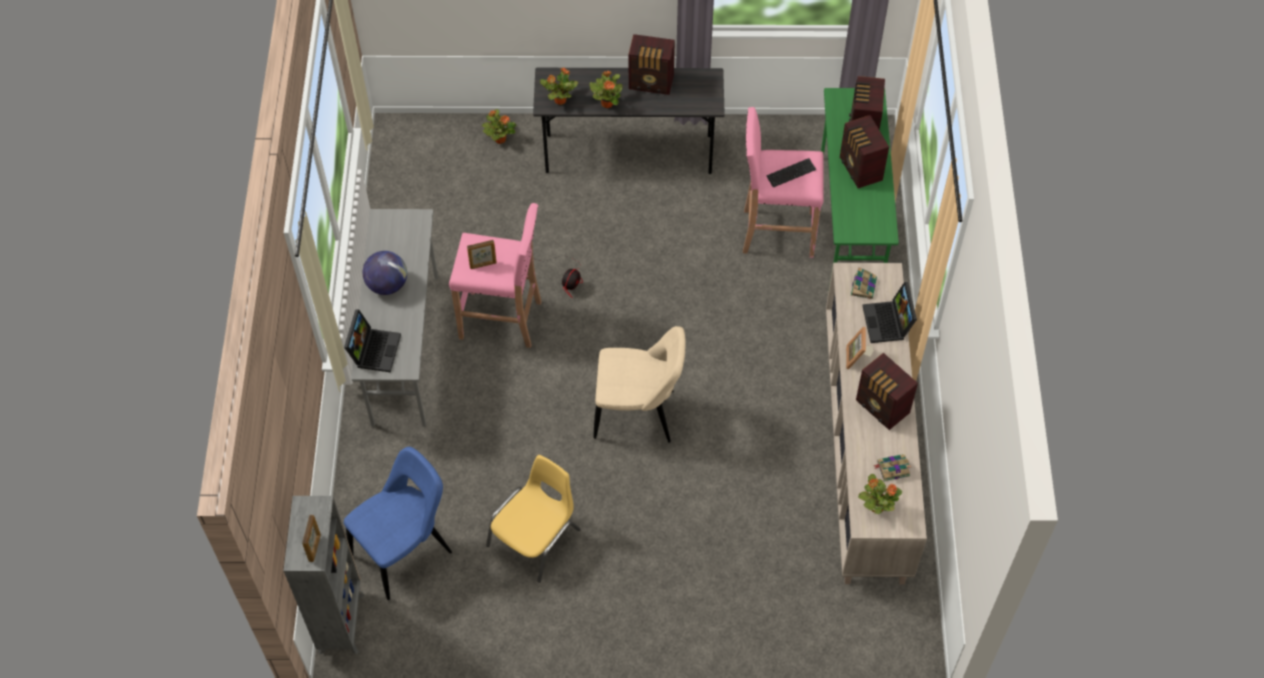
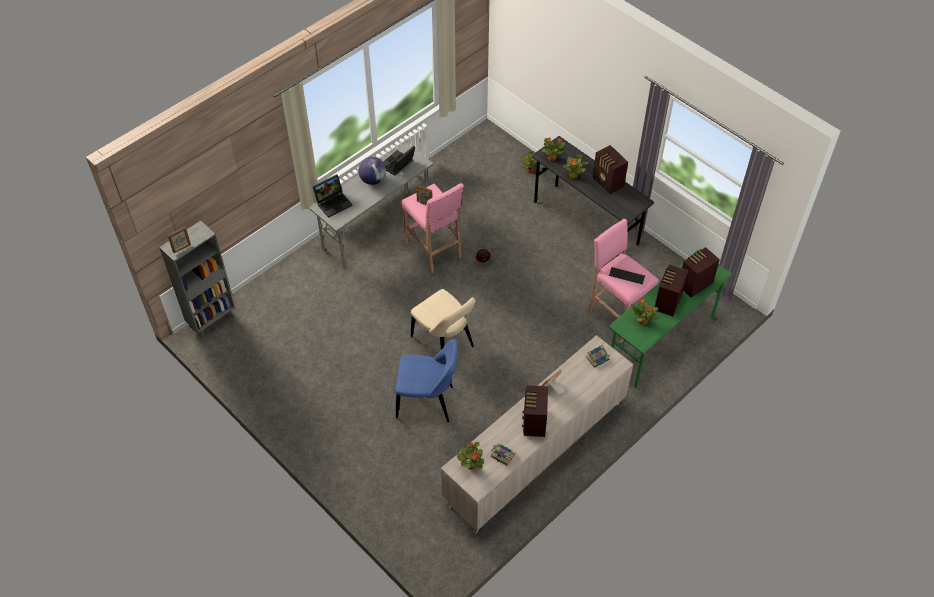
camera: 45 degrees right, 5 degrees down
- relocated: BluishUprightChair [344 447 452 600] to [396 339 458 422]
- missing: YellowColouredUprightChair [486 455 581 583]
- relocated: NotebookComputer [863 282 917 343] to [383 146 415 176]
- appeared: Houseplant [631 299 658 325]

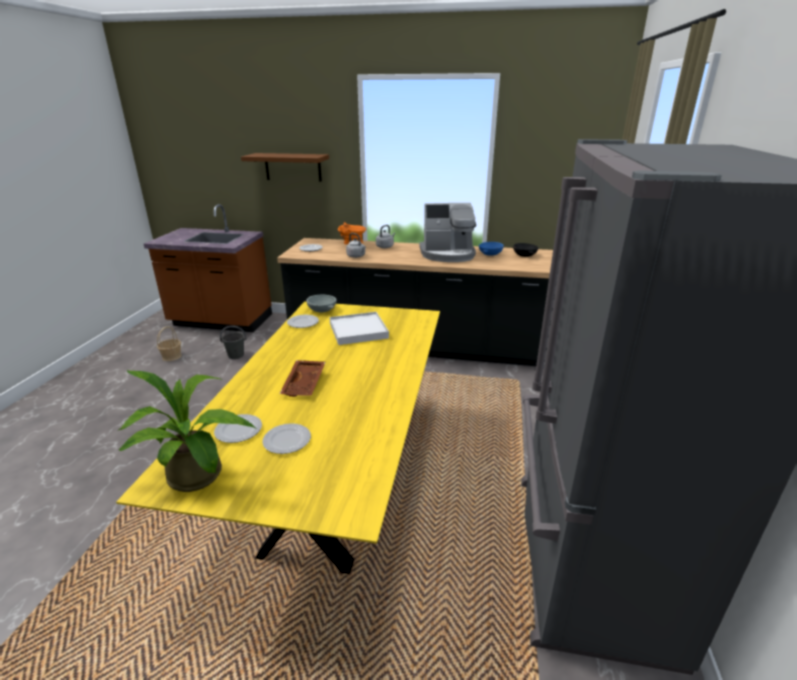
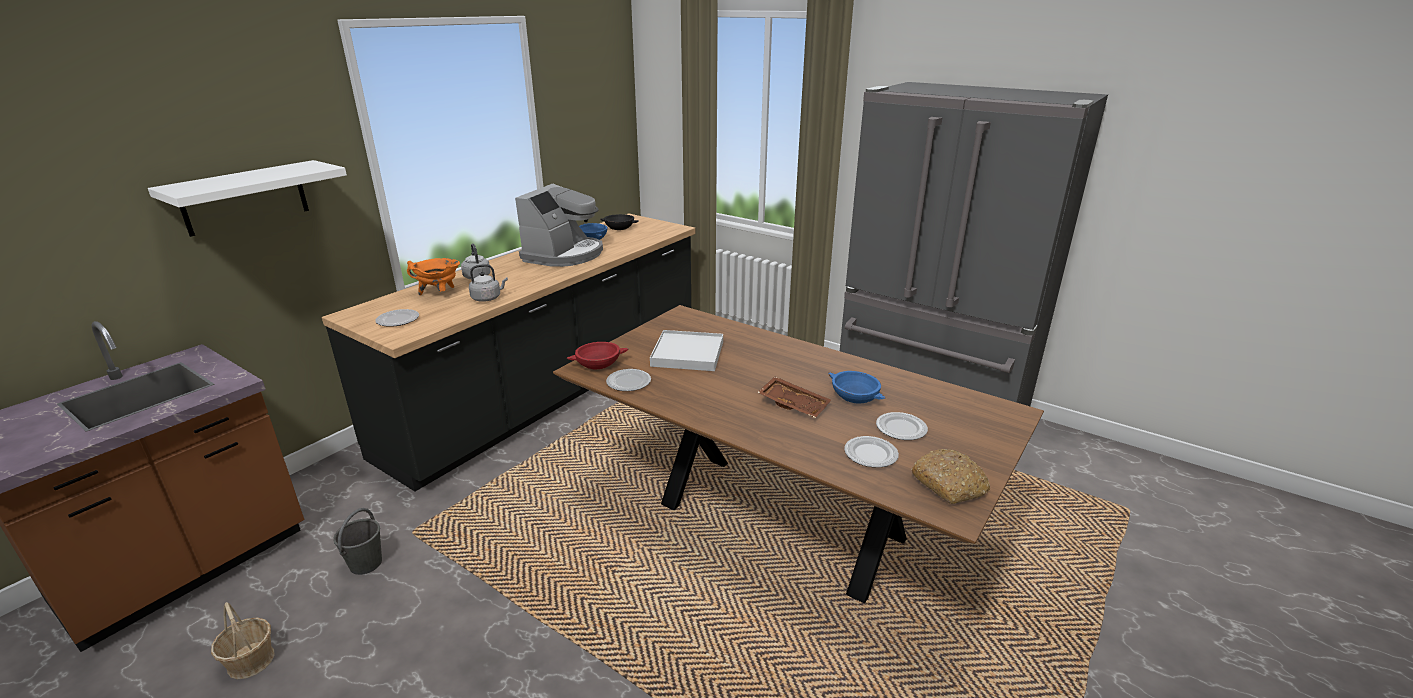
camera: 65 degrees left, 0 degrees up
- colour: YellowColouredKitchenTable [116 301 440 574] to BrownColouredKitchenTable [553 305 1044 603]
- exchanged: Houseplant [118 370 255 492] to Bread [911 449 990 504]
- colour: BrownColouredBracketShelf [241 153 329 181] to WhitishBracketShelf [148 160 347 237]
- colour: GreyishServingBowl [306 295 337 313] to RedServingBowl [567 342 628 369]
- appeared: BluishServingBowl [828 371 885 403]

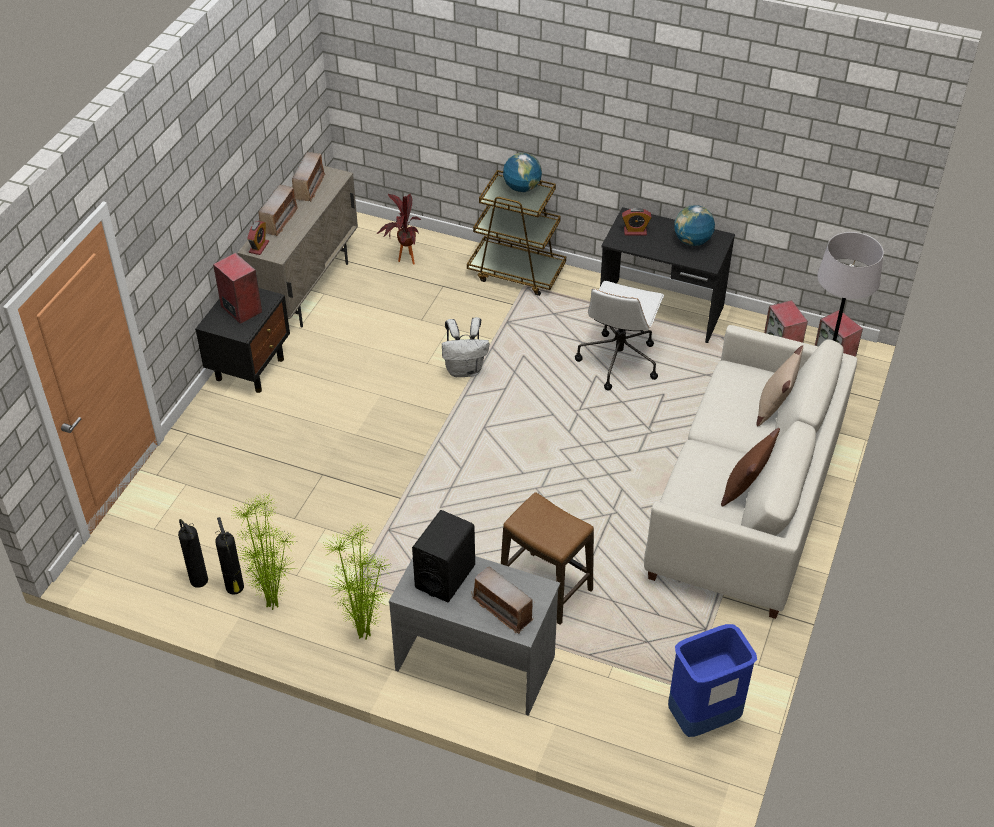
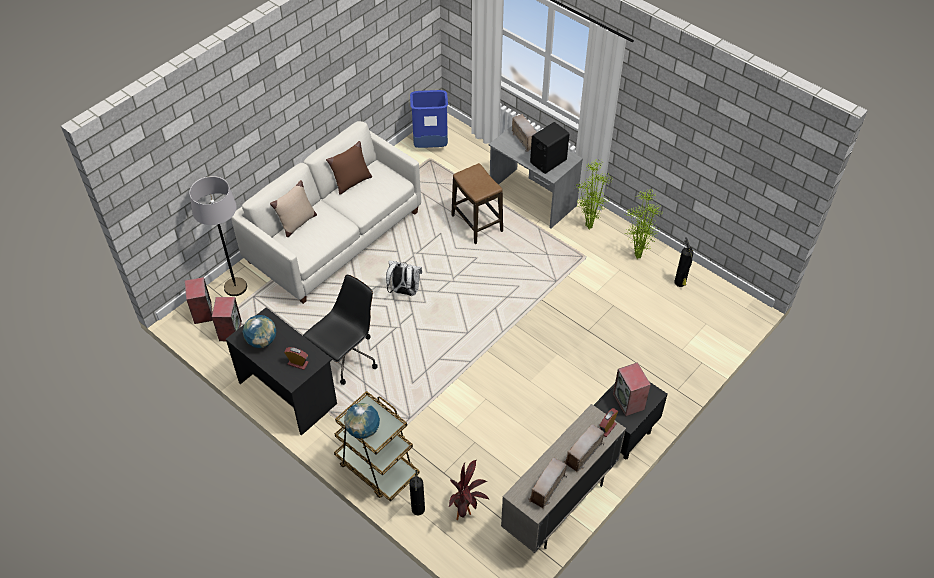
camera: 160 degrees left, 5 degrees up
- relocated: FireFightingCylinder [215 517 244 595] to [409 470 425 515]
- relocated: WhitishKnapsack [442 317 489 377] to [386 260 422 296]
- colour: WhitishComputerChair [575 281 664 391] to BlackishComputerChair [303 275 377 385]

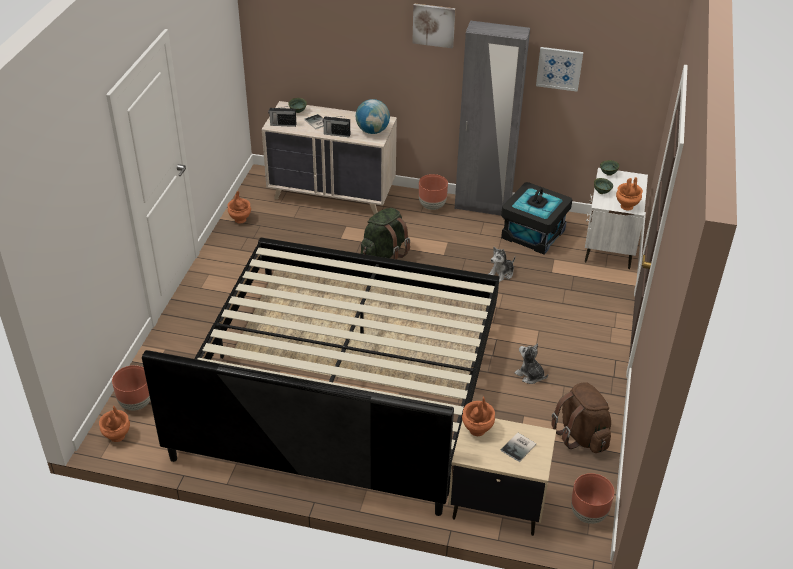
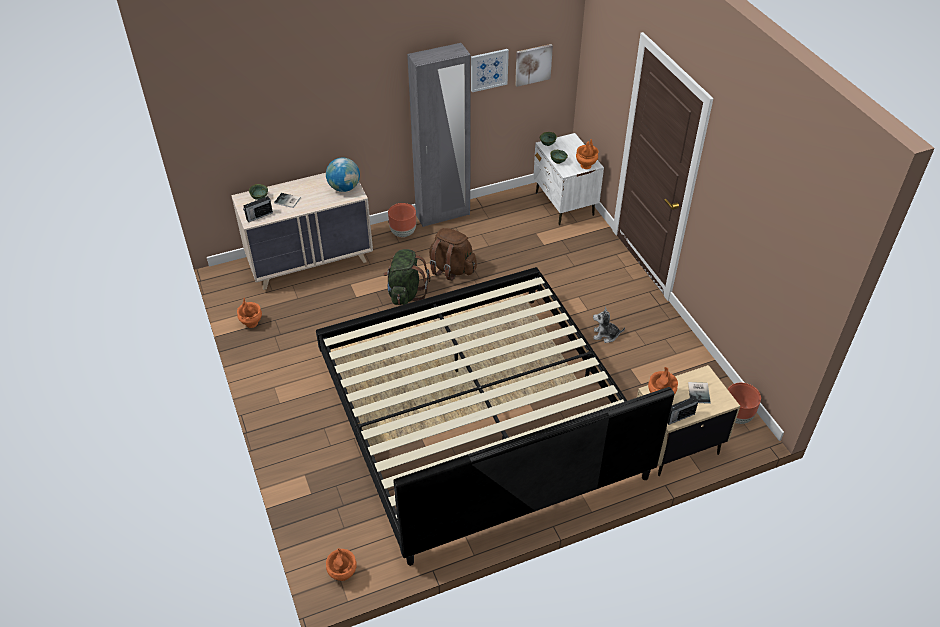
camera: 35 degrees left, 5 degrees up
- missing: BrownColouredPlanter [112 365 150 411]
- relocated: Radio [323 116 350 137] to [668 396 698 425]
- relocated: WallArt [412 3 456 49] to [515 44 553 87]
- missing: CuddlyToy [489 247 515 282]
- missing: BlackishStorageContainer [501 182 572 255]
- relocated: BrownColouredKnapsack [551 382 611 453] to [429 228 477 281]

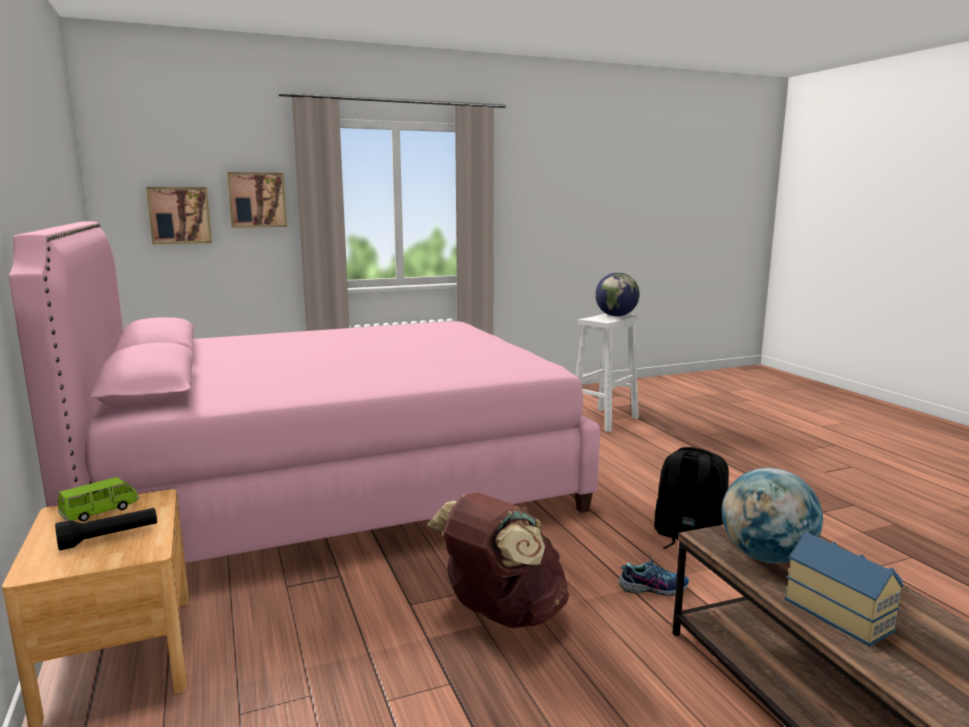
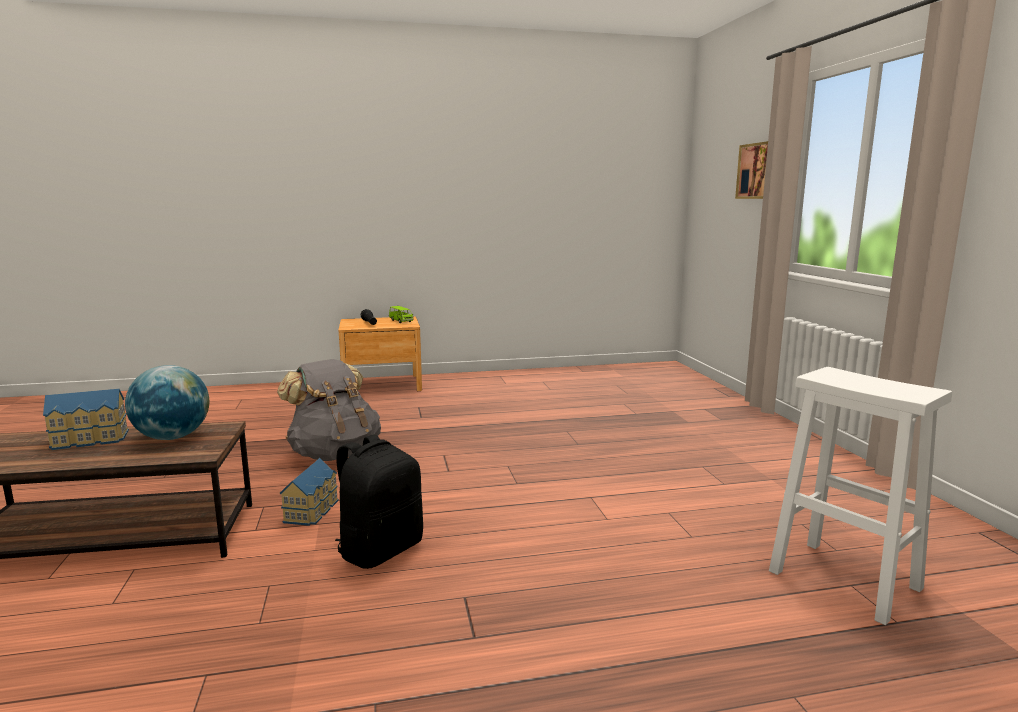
camera: 100 degrees right, 0 degrees up
- missing: PinkishBed [9 222 600 563]
- missing: WallArt [146 187 212 244]
- colour: BrownColouredKnapsack [427 492 569 628] to GreyishKnapsack [277 359 381 461]
- missing: DeskGlobe [595 273 640 316]
- exchanged: LowShoe [619 553 689 596] to ModelHouse [280 458 338 526]

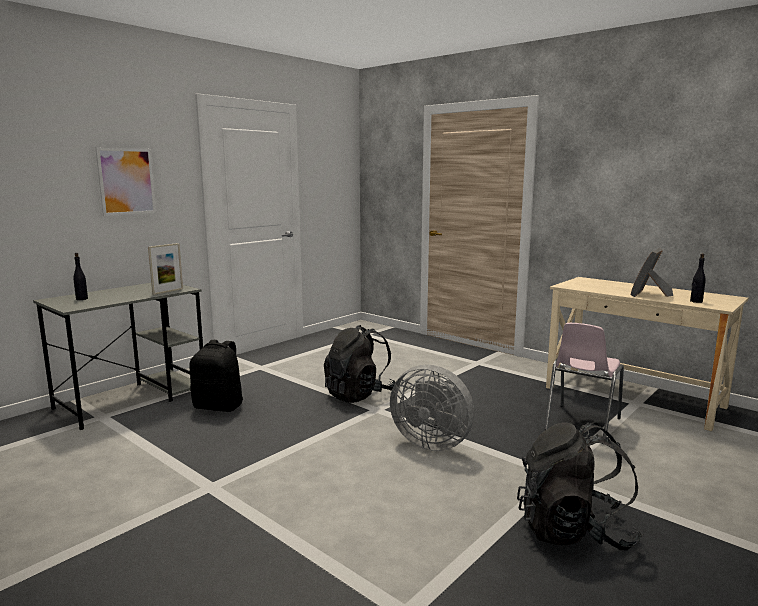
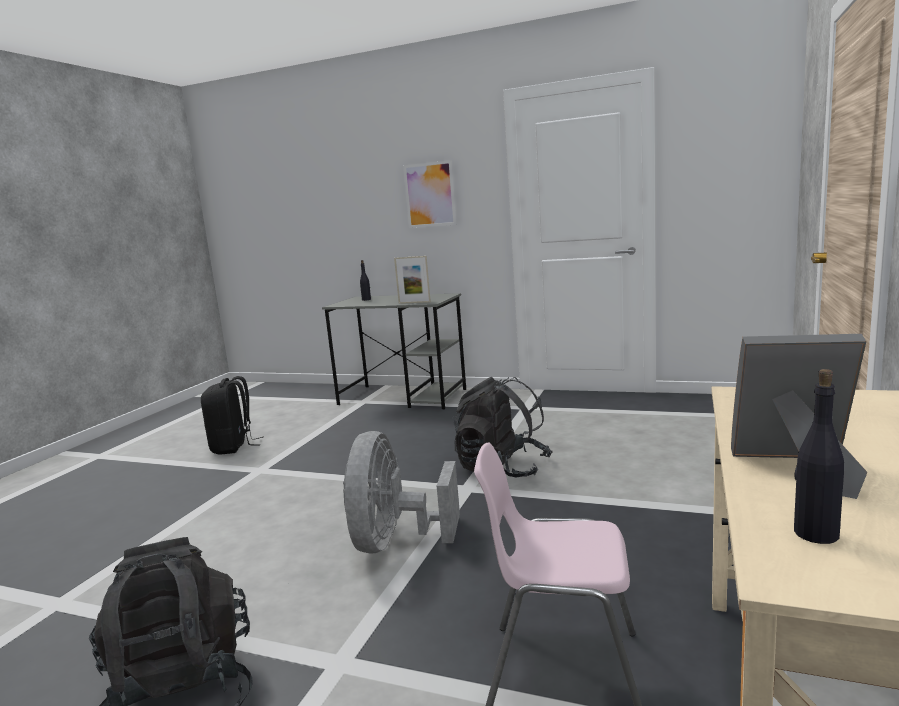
camera: 70 degrees right, 0 degrees up
- relocated: BlackishKnapsack [190 340 243 412] to [201 376 264 455]

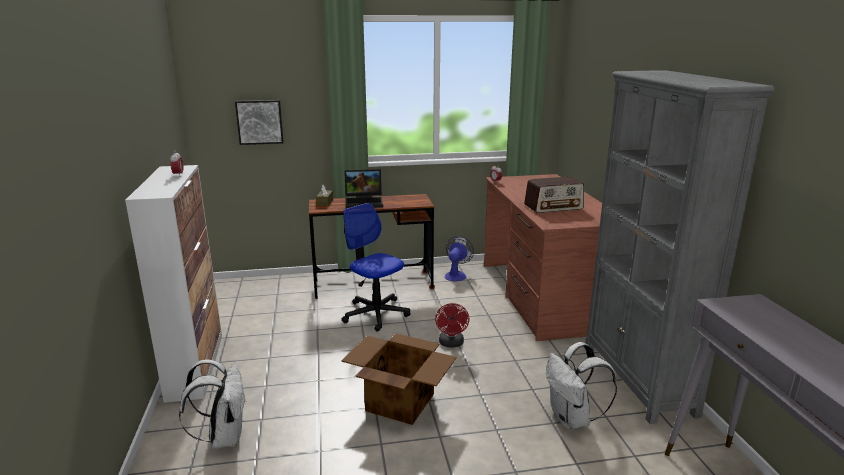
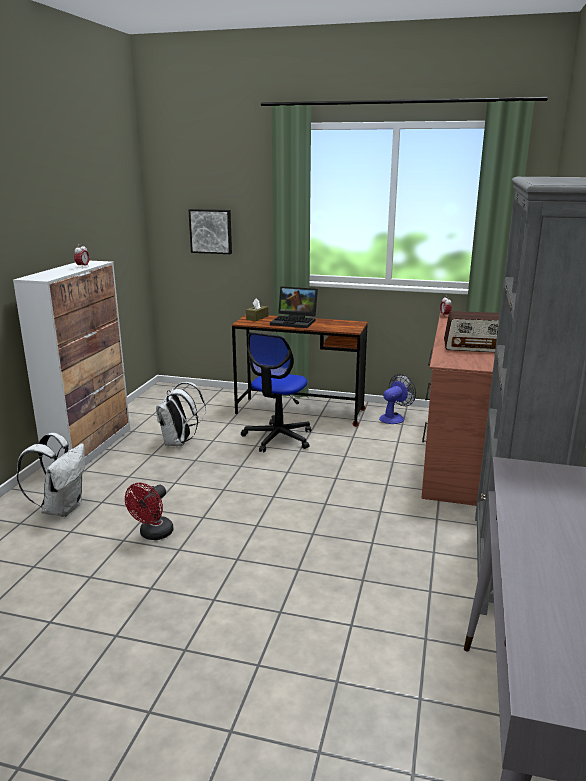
camera: 25 degrees right, 0 degrees up
- missing: PackingBox [341 334 457 425]
- spun: ComputerChair [342 203 411 332] = [241 332 311 453] 135 degrees counterclockwise
- relocated: RedElectricFan [435 303 470 348] to [125 483 173 540]
- relocated: WhitishKnapsack [546 342 617 429] to [156 382 206 446]

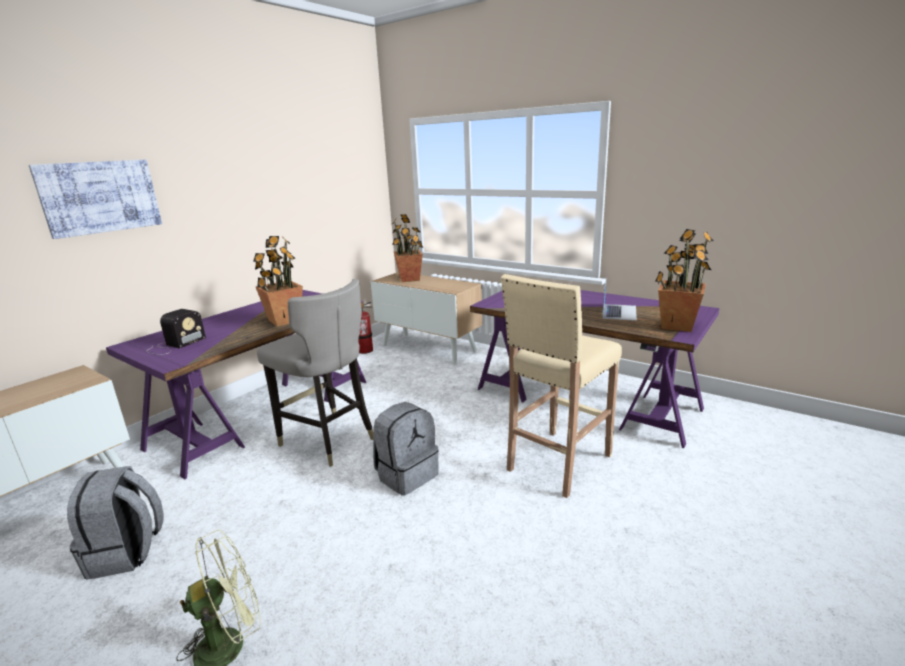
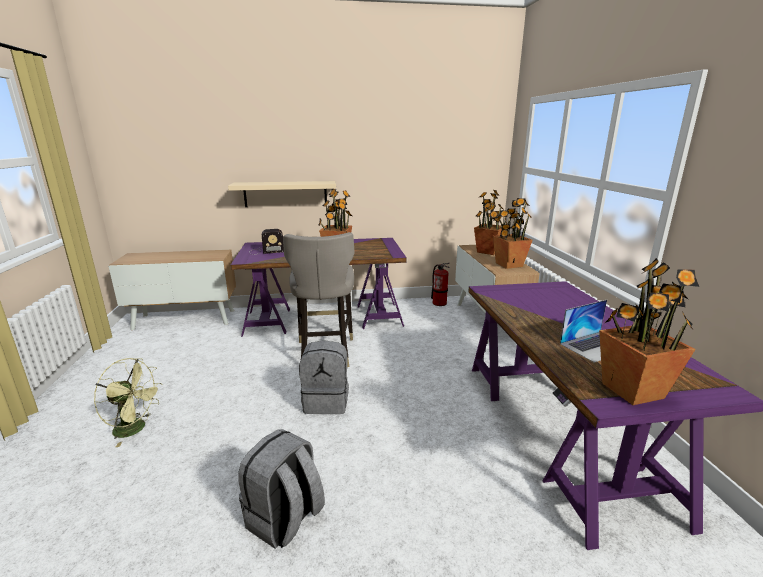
camera: 45 degrees right, 0 degrees up
- missing: WallArt [29 160 162 239]
- relocated: GreyishKnapsack [67 466 164 580] to [238 429 325 549]
- missing: SandColouredSittingStool [501 274 622 498]
- appeared: SandColouredBracketShelf [228 181 336 207]
- appeared: Houseplant [493 198 533 269]

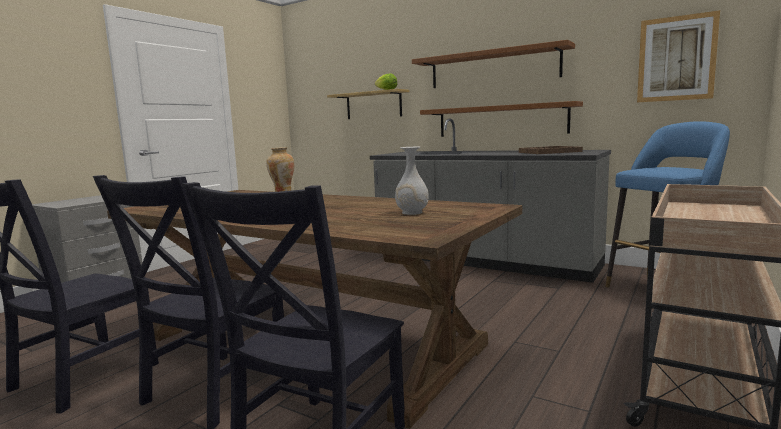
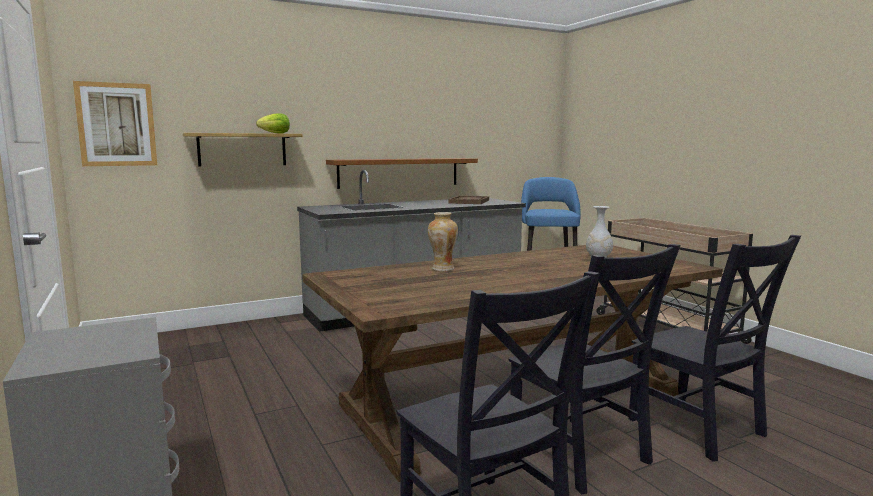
camera: 60 degrees left, 0 degrees up
- missing: BrownColouredBracketShelf [412 40 575 88]
- relocated: WallArt [637 10 720 102] to [73 81 157 166]

